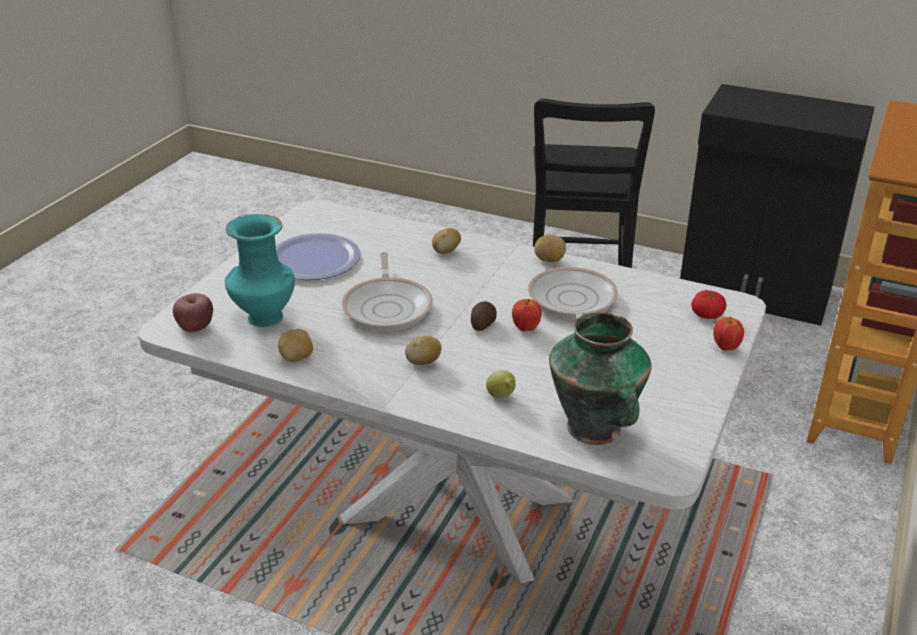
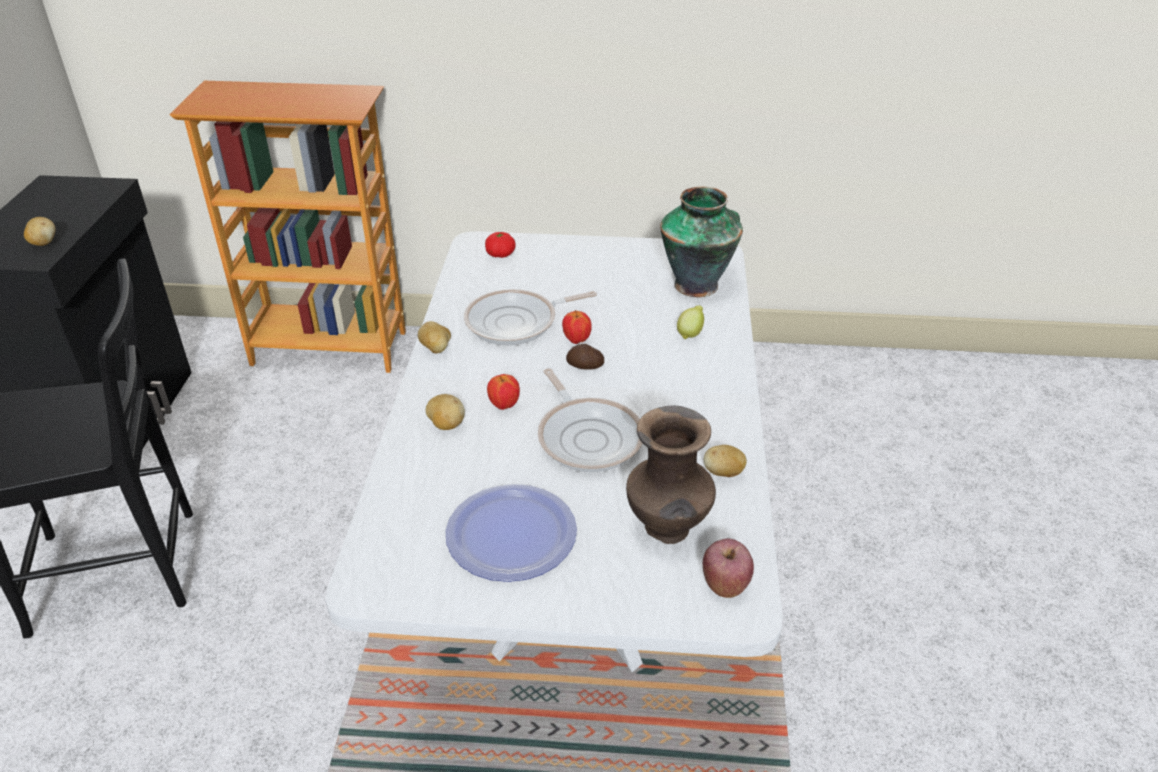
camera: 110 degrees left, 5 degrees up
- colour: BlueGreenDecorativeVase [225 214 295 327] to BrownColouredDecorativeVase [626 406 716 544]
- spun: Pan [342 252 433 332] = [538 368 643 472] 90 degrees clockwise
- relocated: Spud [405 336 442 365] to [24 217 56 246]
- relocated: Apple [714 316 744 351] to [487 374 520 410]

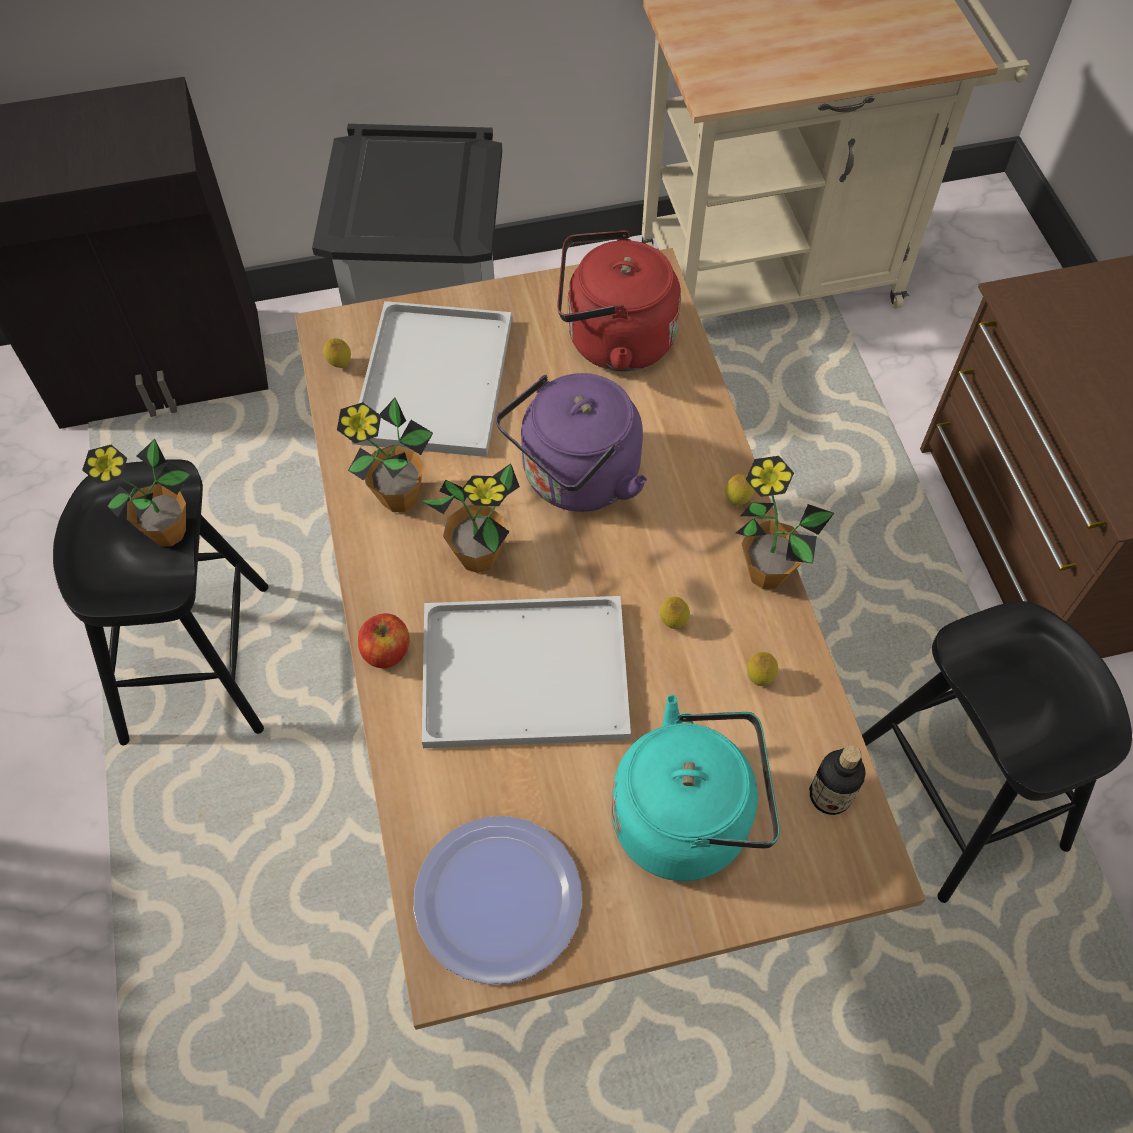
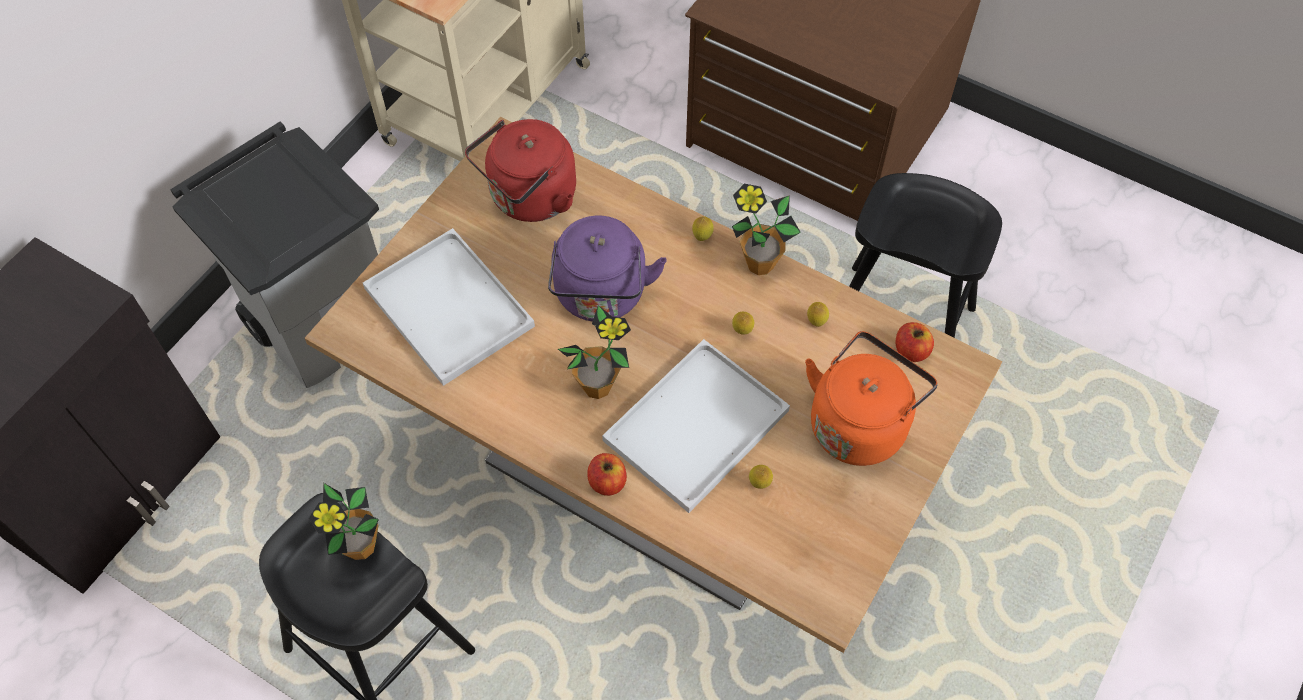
camera: 45 degrees left, 0 degrees up
- relocated: Lemon [324 338 351 368] to [749 465 773 489]
- missing: Houseplant [337 398 433 512]
- missing: FlatDish [413 816 582 984]
- colour: BlueGreenKettle [611 695 780 881] to OrangeColouredKettle [805 331 938 466]
- exchanged: DrinkBottle [809 745 865 815] to Apple [895 322 934 362]

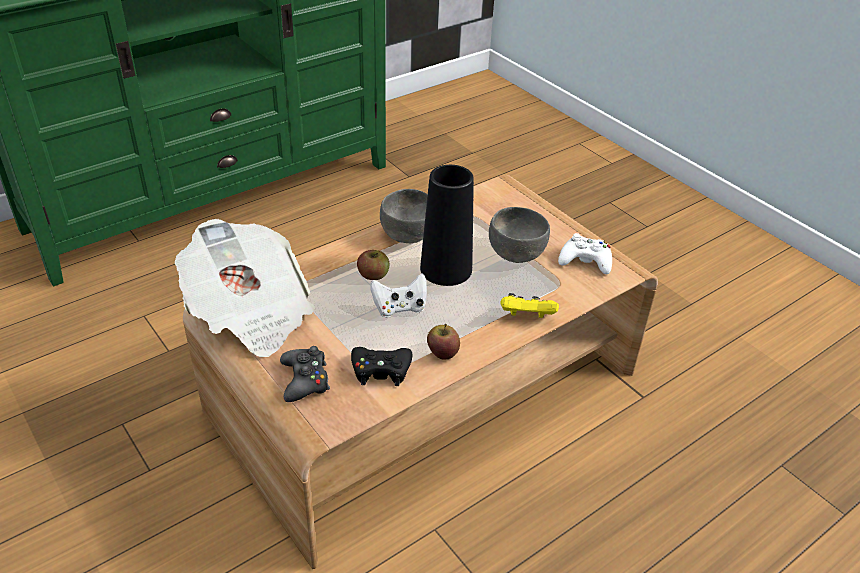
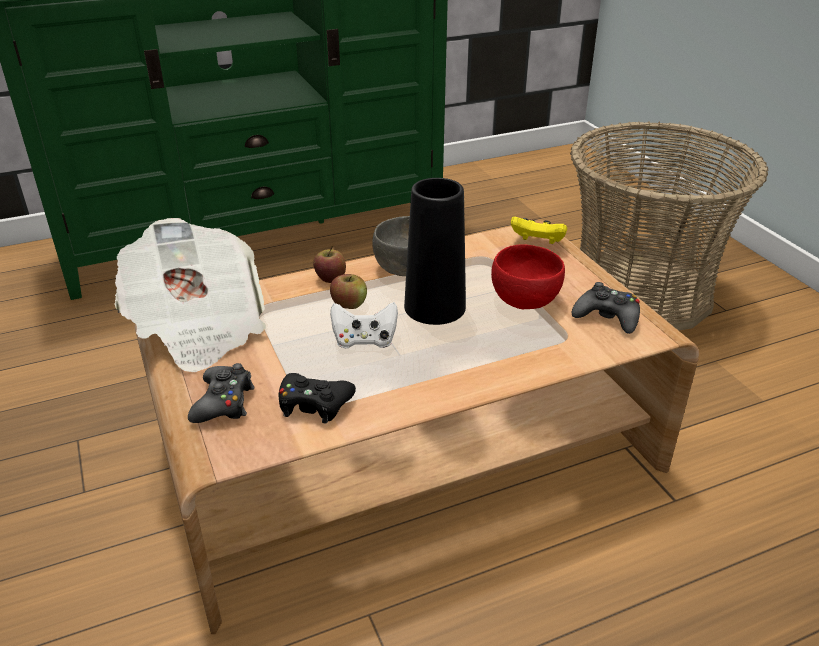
camera: 15 degrees right, 5 degrees down
- relocated: Apple [427 324 460 360] to [313 246 346 283]
- colour: GreyishServingBowl [489 207 550 263] to RedServingBowl [491 244 565 309]
- relocated: YellowColouredJoypad [500 293 559 318] to [511 216 567 244]
- colour: WhitishJoypad [558 233 612 274] to BlackishJoypad [572 282 640 334]
- appeared: Basket [570 121 768 331]

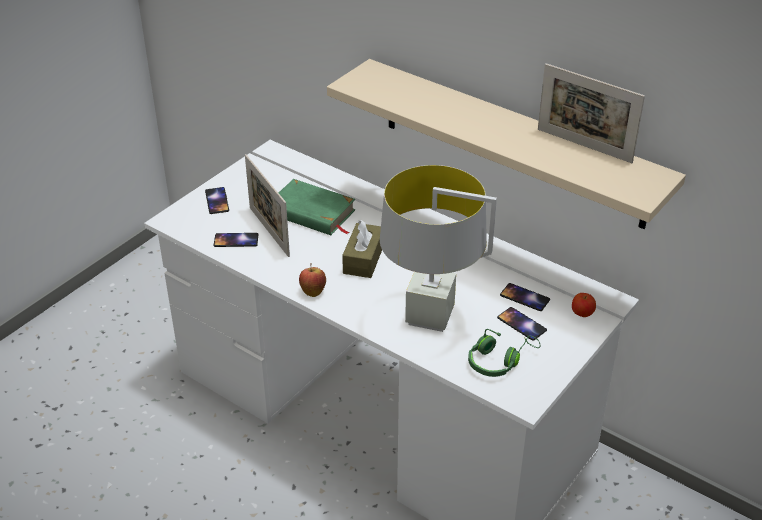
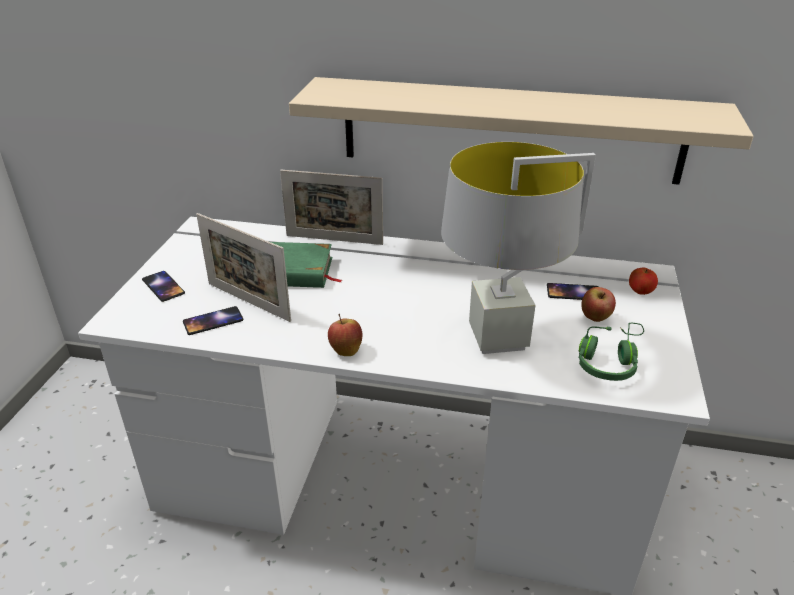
camera: 25 degrees left, 5 degrees down
- missing: BrownColouredTissueHolder [342 220 382 278]
- exchanged: Phone [497 307 547 341] to Apple [581 287 616 322]
- relocated: PictureFrame [538 63 645 163] to [280 170 383 245]

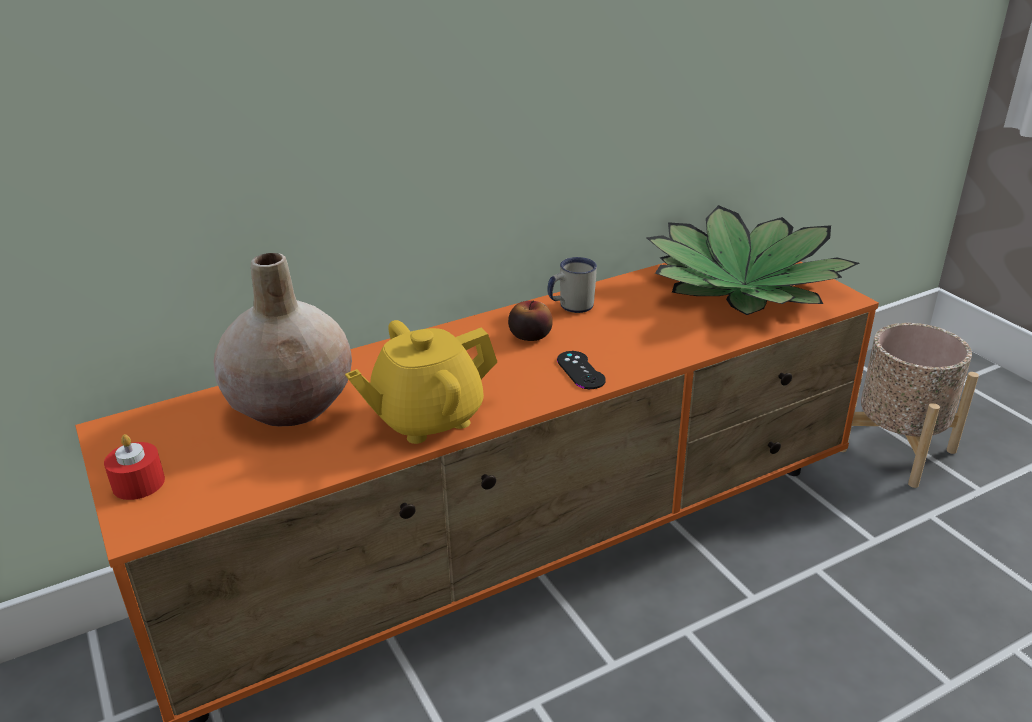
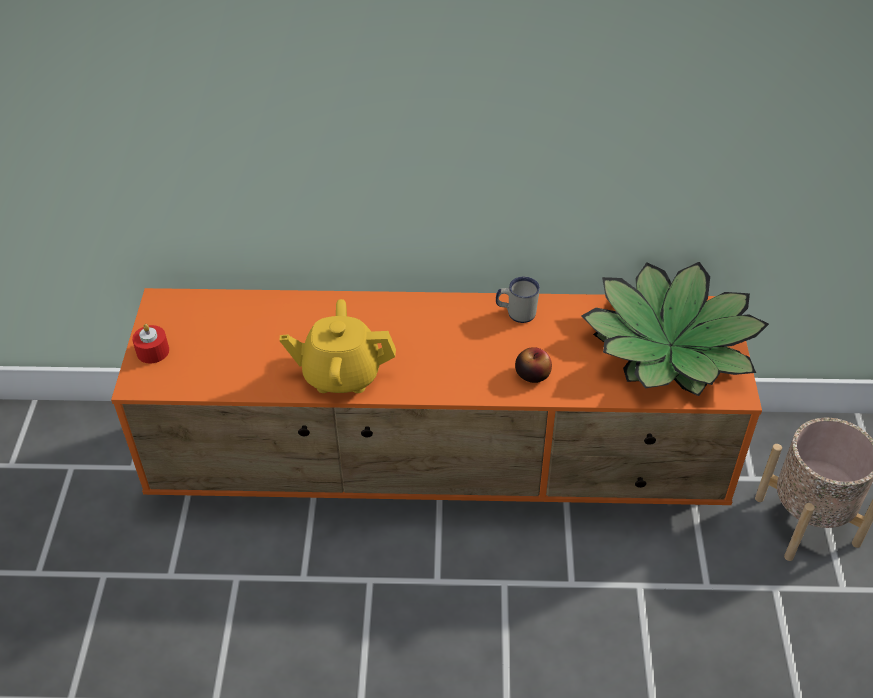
camera: 30 degrees right, 15 degrees up
- missing: SandColouredDecorativeVase [213 253 352 426]
- relocated: Apple [508 300 553 341] to [515 347 552 383]
- missing: BlackishJoypad [557 351 606 389]

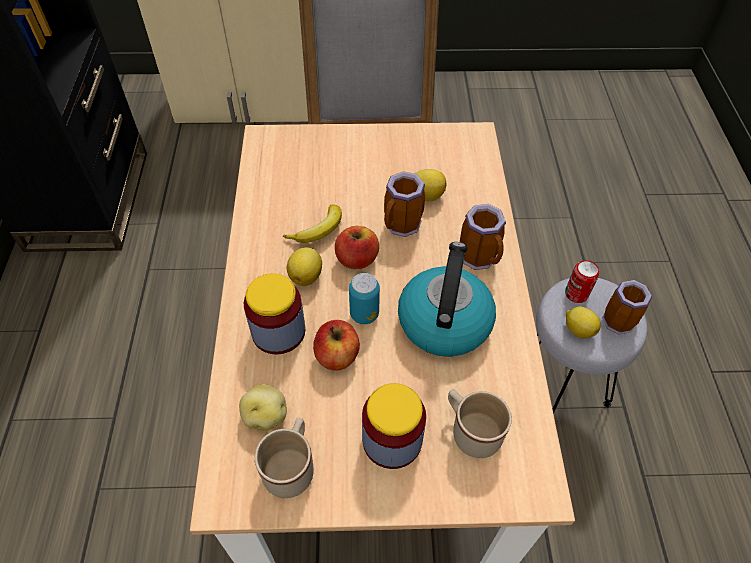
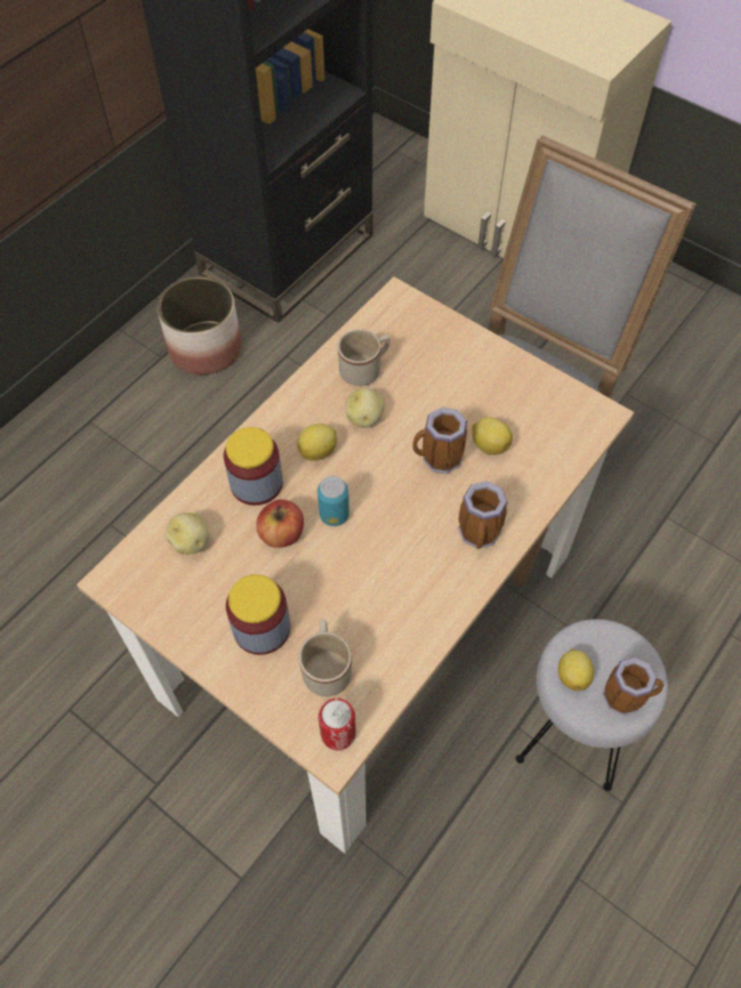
camera: 40 degrees right, 5 degrees up
- relocated: SandColouredMug [255 418 314 498] to [338 329 390 386]
- exchanged: WholeBanana [283 204 342 243] to Spud [346 388 385 428]
- missing: Apple [335 226 379 269]
- missing: Kettle [398 242 496 357]
- relocated: Can [565 260 599 303] to [318 698 356 751]
- appeared: Planter [157 276 242 375]

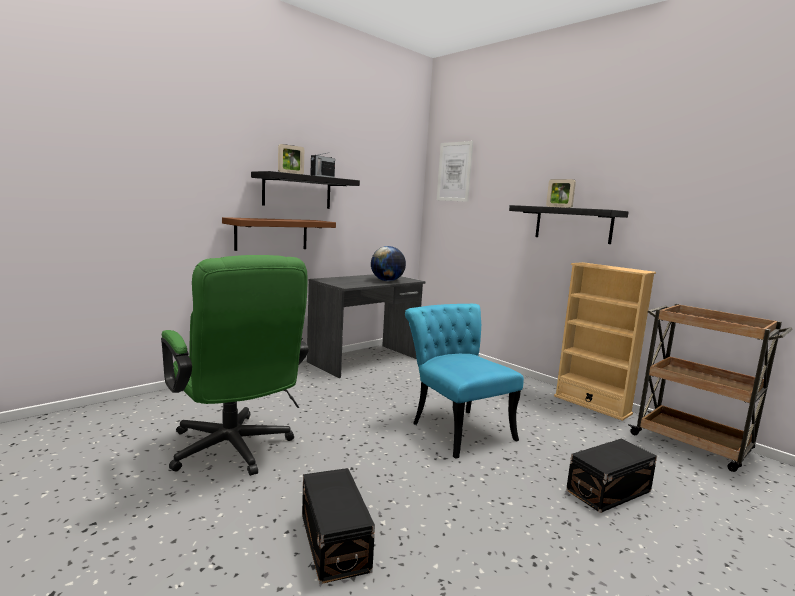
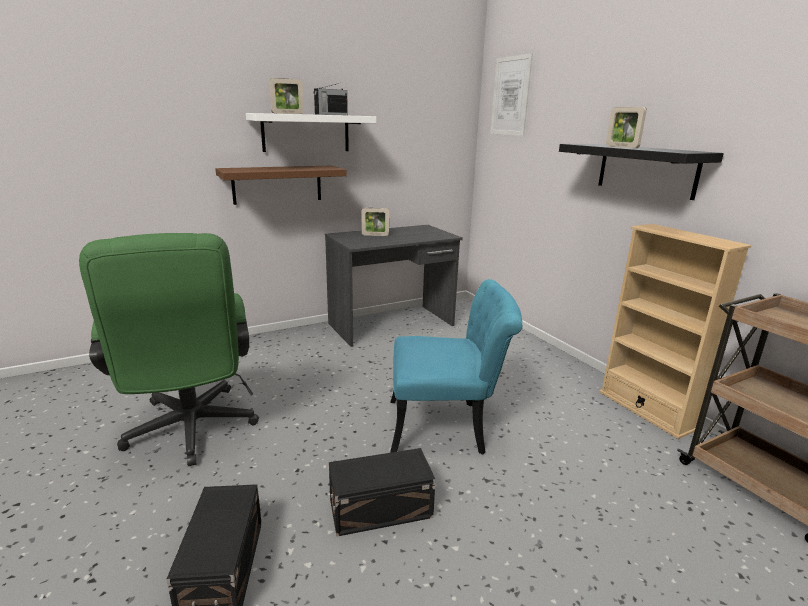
camera: 15 degrees right, 10 degrees up
- colour: BlackishBracketShelf [251 171 360 209] to WhitishBracketShelf [246 113 376 152]
- missing: DeskGlobe [371 246 406 281]
- spun: BlueGreenUprightChair [405 304 524 459] = [390 279 522 455] 105 degrees clockwise
- relocated: BlackishStorageContainer [566 438 657 513] to [329 448 436 537]
- appeared: PictureFrame [362 208 389 236]

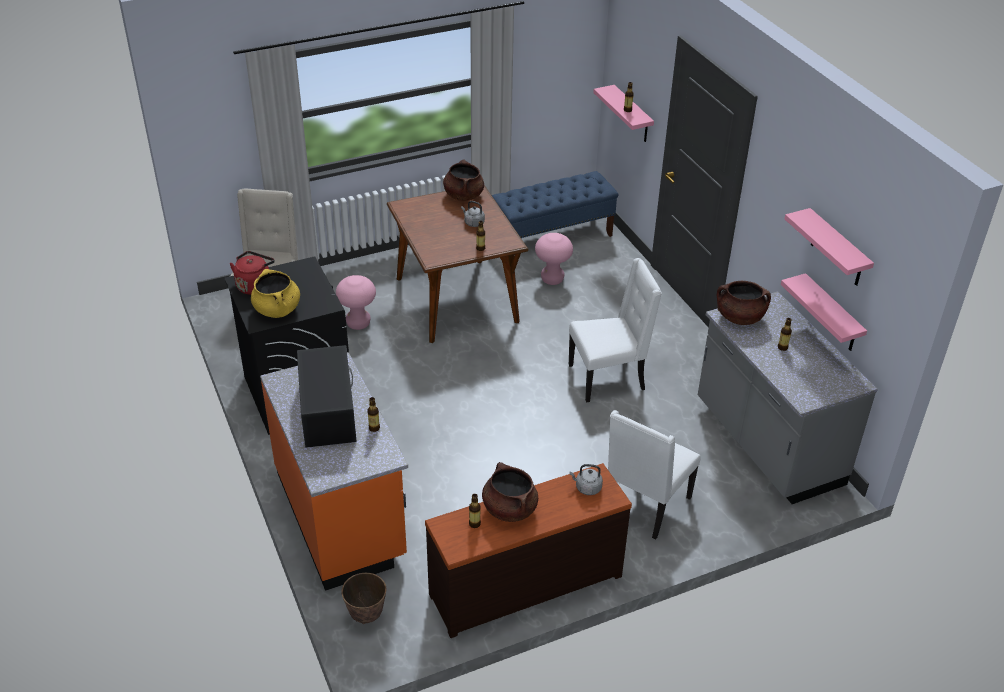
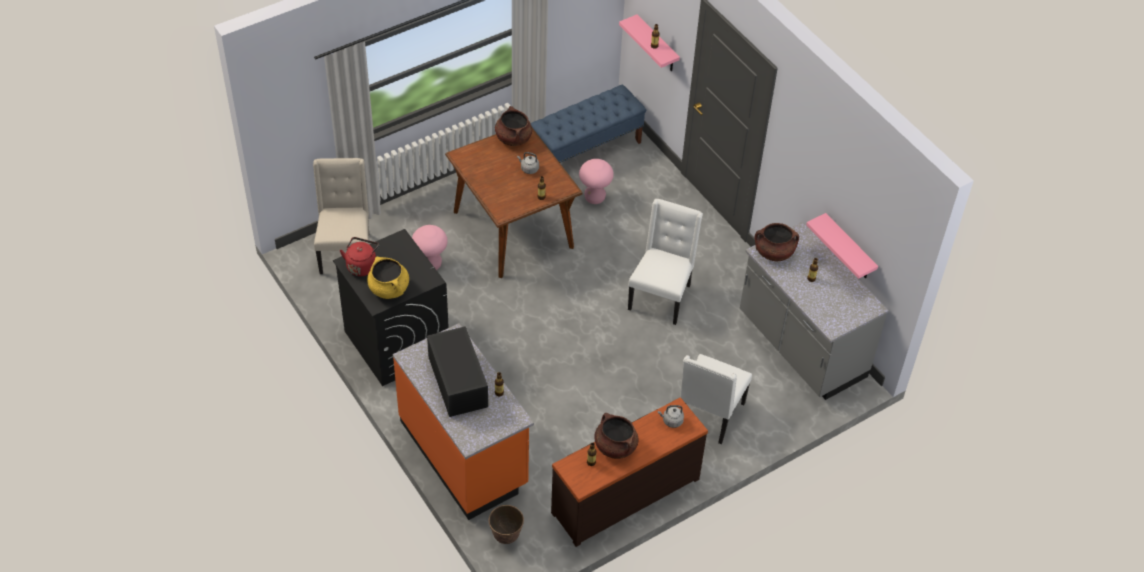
camera: 10 degrees left, 10 degrees up
- spun: WhitishUprightChair [569 258 662 403] = [628 199 703 325] 45 degrees counterclockwise
- missing: PinkishBracketShelf [784 208 874 286]

